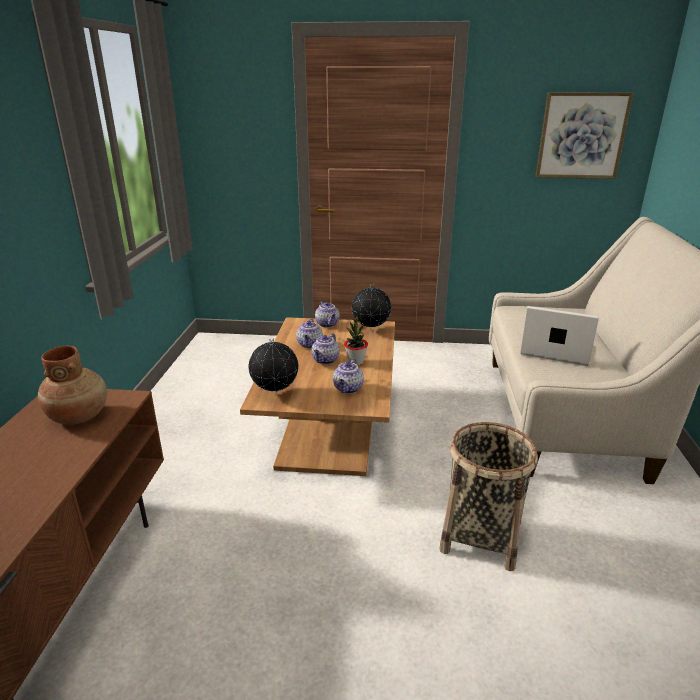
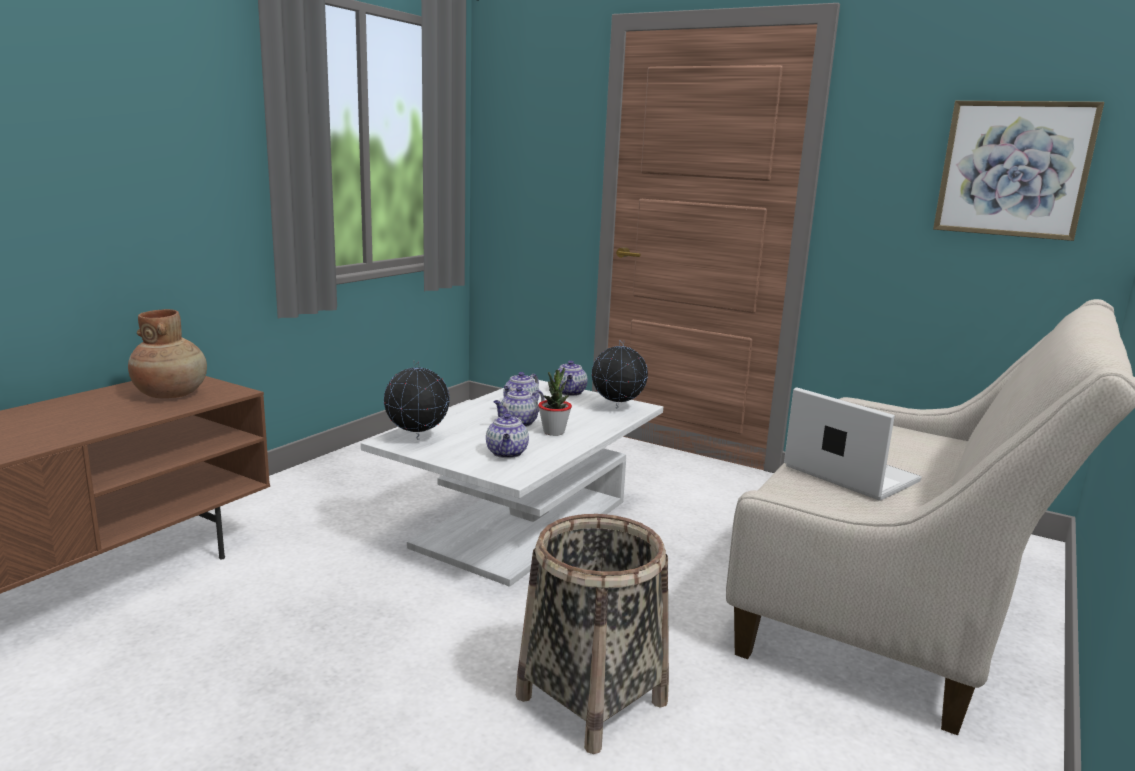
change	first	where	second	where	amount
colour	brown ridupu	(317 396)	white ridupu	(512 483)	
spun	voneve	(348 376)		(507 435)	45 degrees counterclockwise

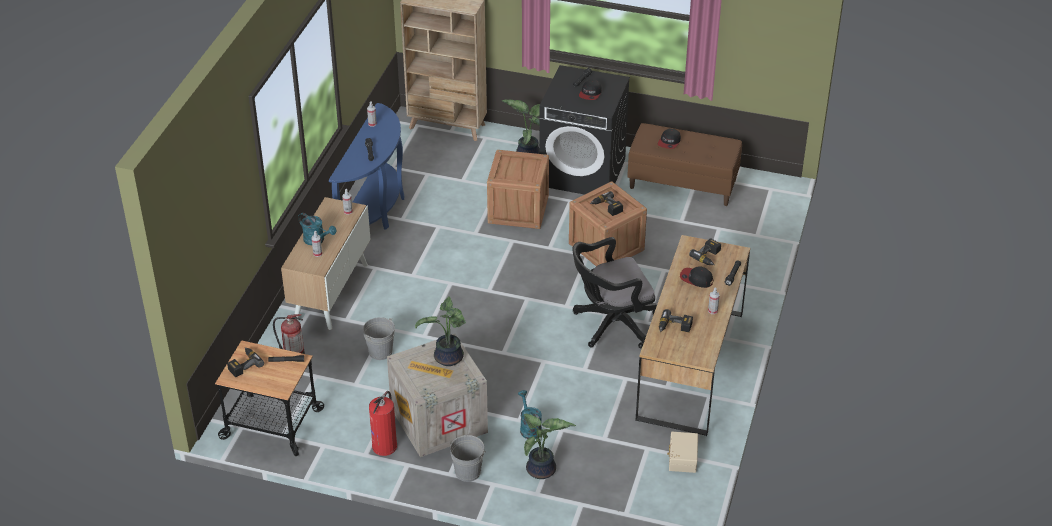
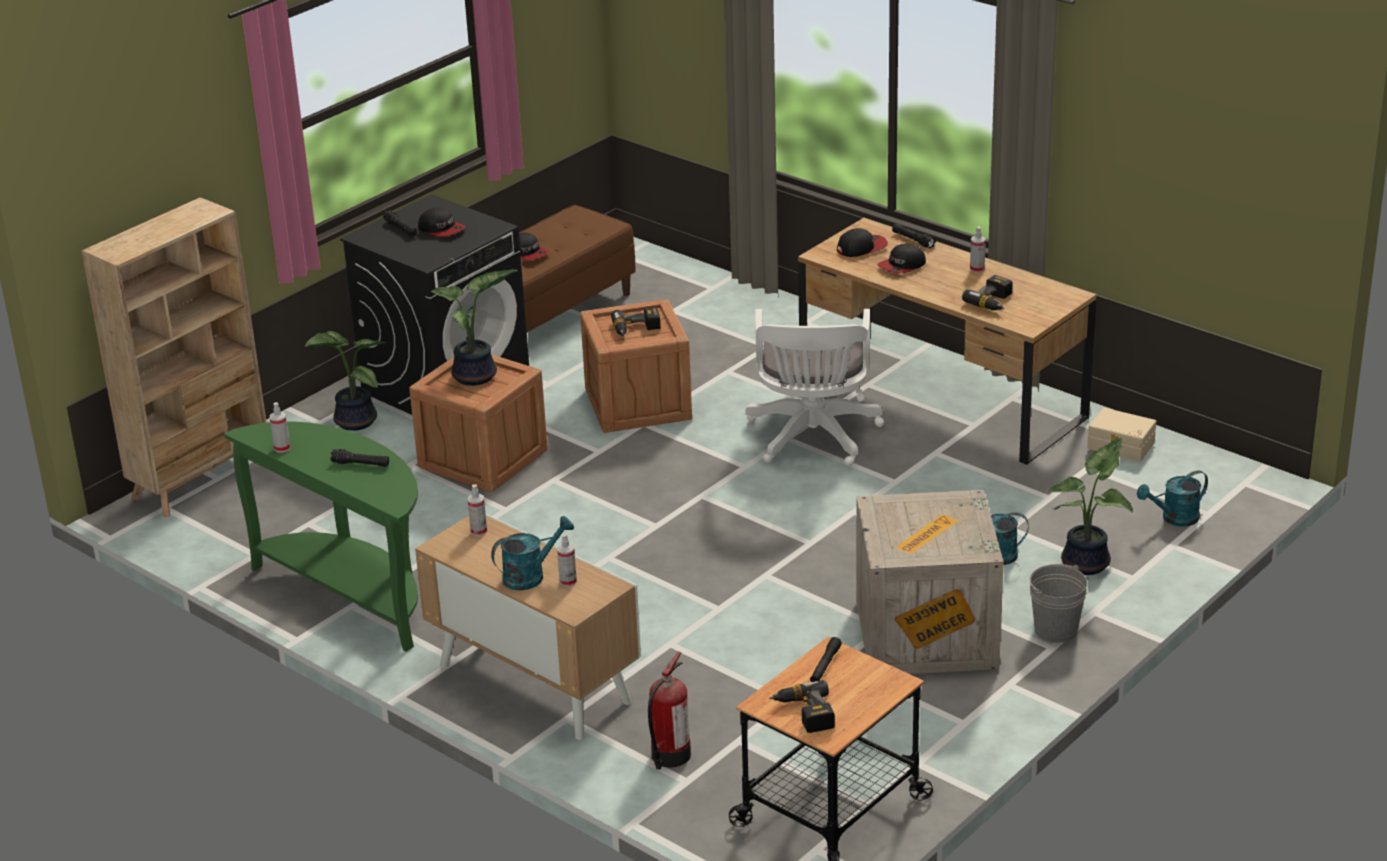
change	first	where	second	where	amount
colour	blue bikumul	(367 166)	green bikumul	(321 536)	
relocated	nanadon	(440 331)		(474 327)	
colour	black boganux	(614 293)	white boganux	(814 387)	
exchanged	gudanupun	(705 251)	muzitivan	(862 242)	
appeared			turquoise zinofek	(1172 498)	
missing	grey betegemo	(379 338)			
missing	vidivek	(383 423)			

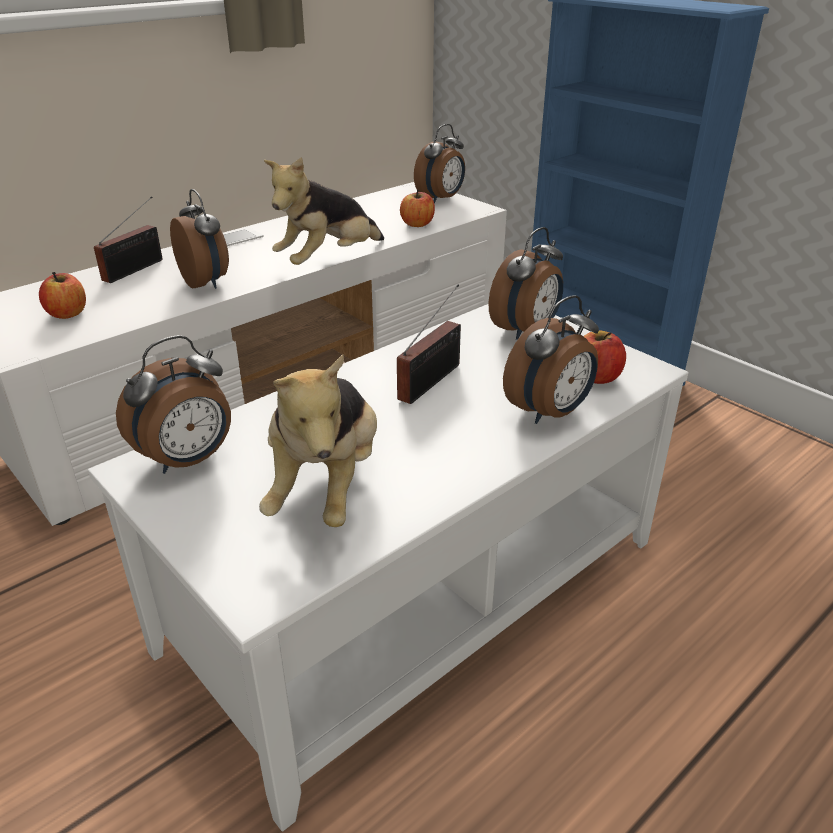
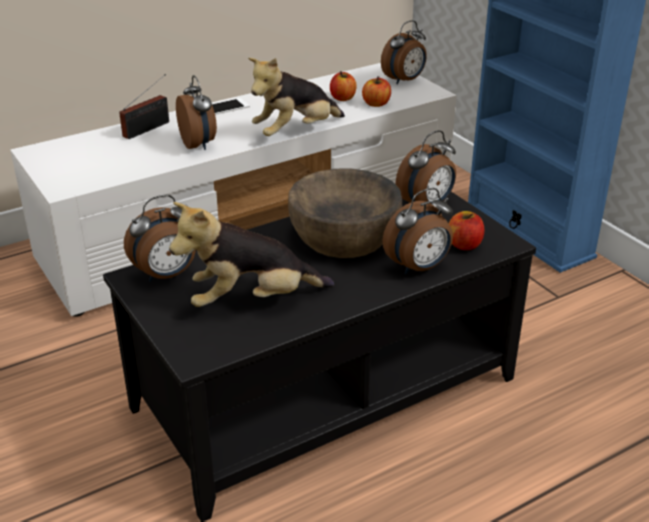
change	first	where	second	where	amount
colour	white ridupu	(388 568)	black ridupu	(319 357)	
spun	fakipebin	(318 440)		(251 254)	60 degrees clockwise
exchanged	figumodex	(429 344)	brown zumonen	(345 213)	
relocated	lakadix	(62 295)		(343 86)	

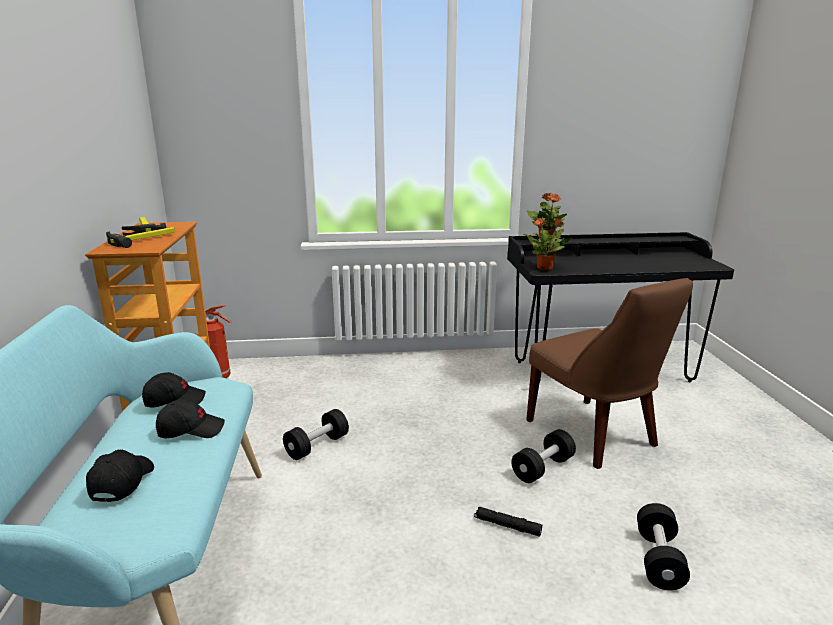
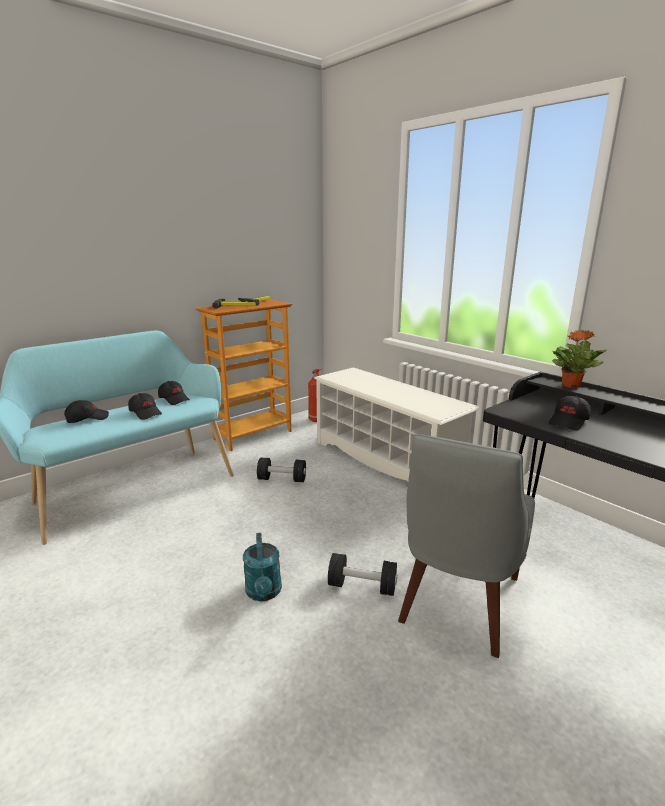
change	first	where	second	where	amount
exchanged	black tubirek	(508 522)	turquoise zinofek	(262 567)	
appeared			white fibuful	(397 424)	
colour	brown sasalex	(609 373)	grey sasalex	(466 546)	
appeared			black muzitivan	(569 413)	
missing	nanadon	(548 243)			
missing	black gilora	(663 546)			

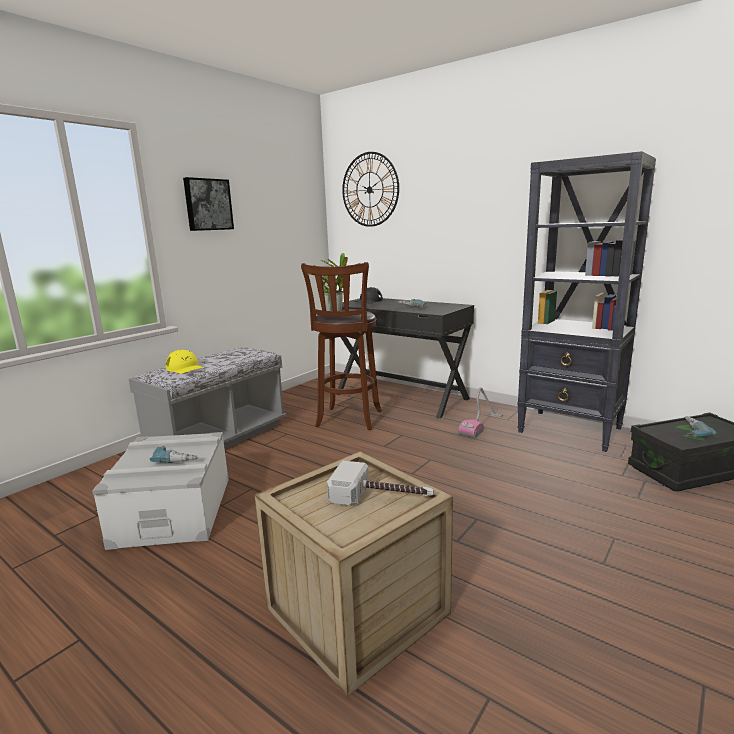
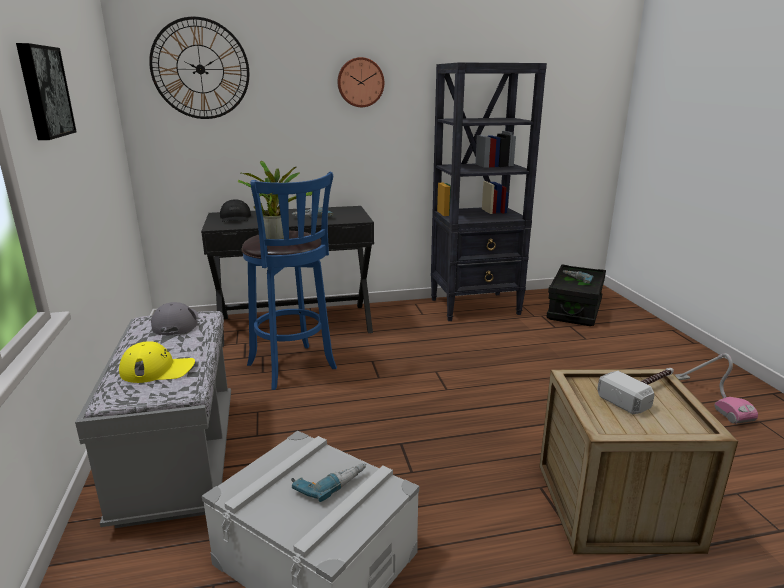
change	first	where	second	where	amount
appeared			grey muzitivan	(174 318)	
colour	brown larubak	(341 346)	blue larubak	(289 281)	
appeared			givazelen	(360 82)	
relocated	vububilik	(480 412)		(716 388)	

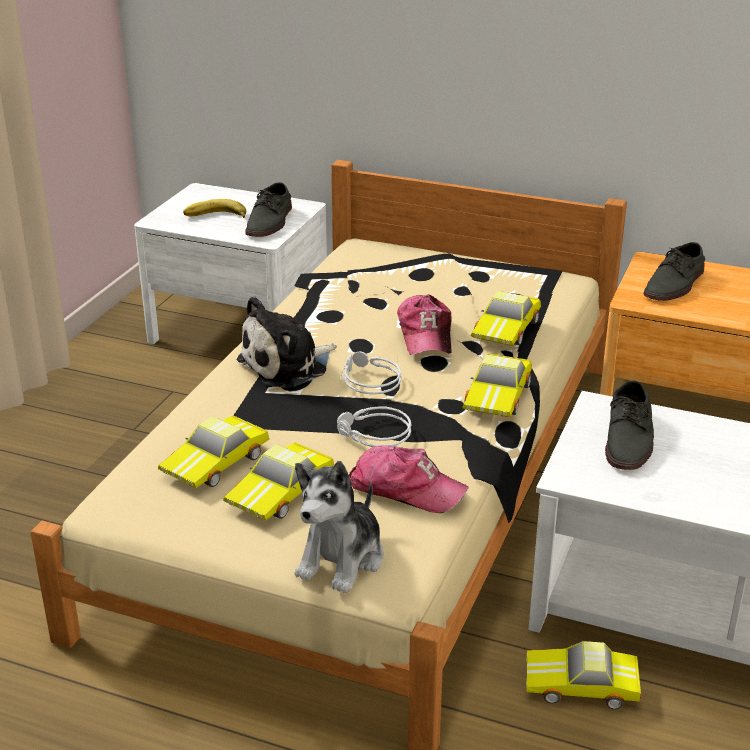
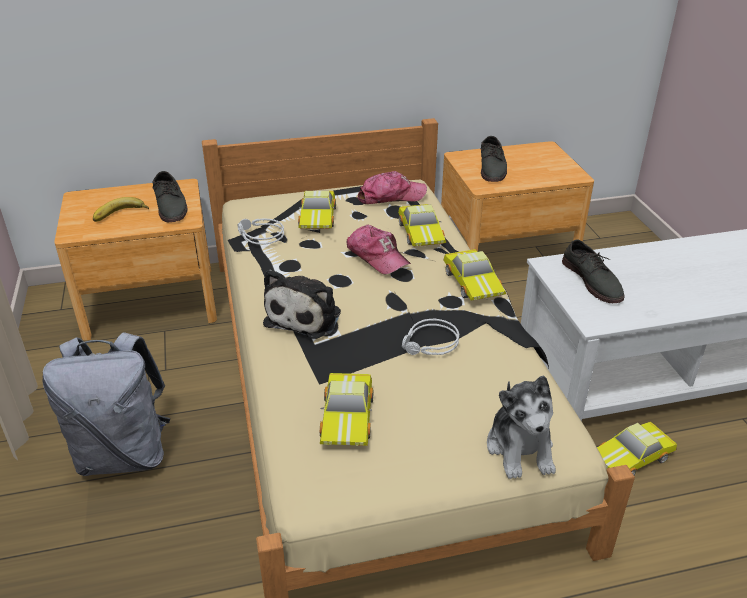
change	first	where	second	where	amount
appeared			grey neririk	(106 404)	
colour	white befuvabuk	(230 263)	brown befuvabuk	(135 259)	
relocated	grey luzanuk	(370 372)		(261 231)	
relocated	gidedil	(278 481)		(317 210)	
relocated	muzitivan	(408 479)		(392 187)	

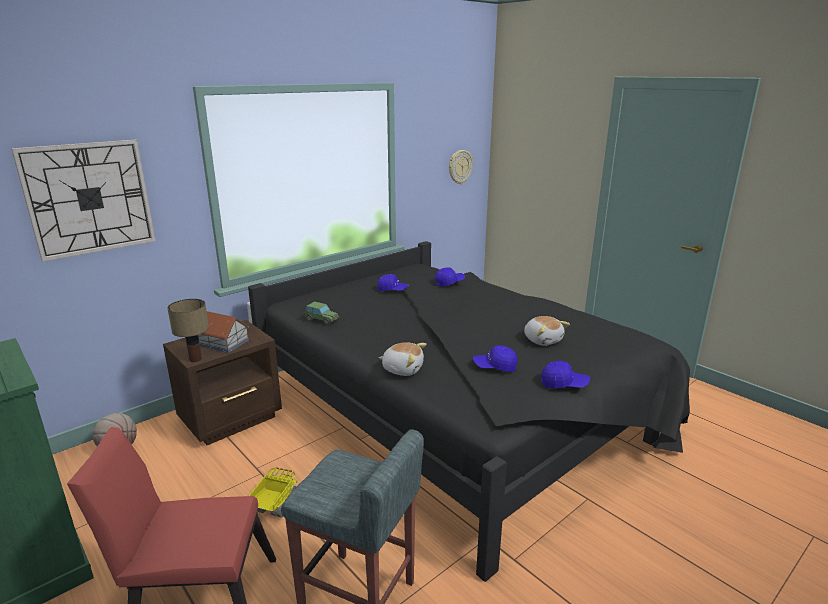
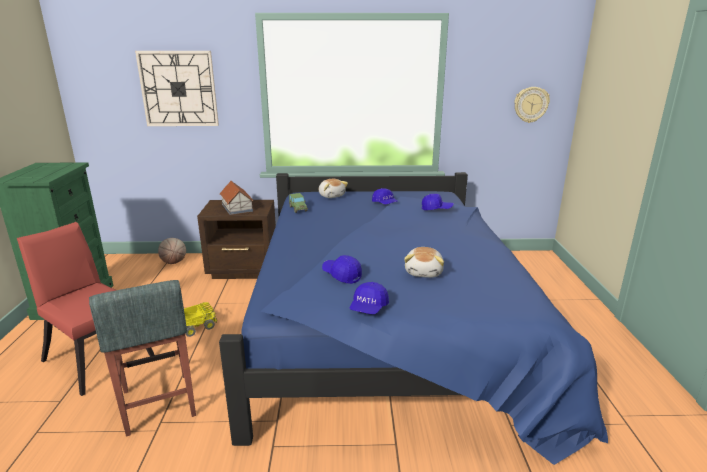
change	first	where	second	where	amount
colour	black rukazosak	(469 411)	blue rukazosak	(413 318)	
relocated	fakipebin	(403 359)		(333 188)	
spun	blue muzitivan	(565 374)		(369 298)	60 degrees clockwise
missing	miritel	(188 330)			

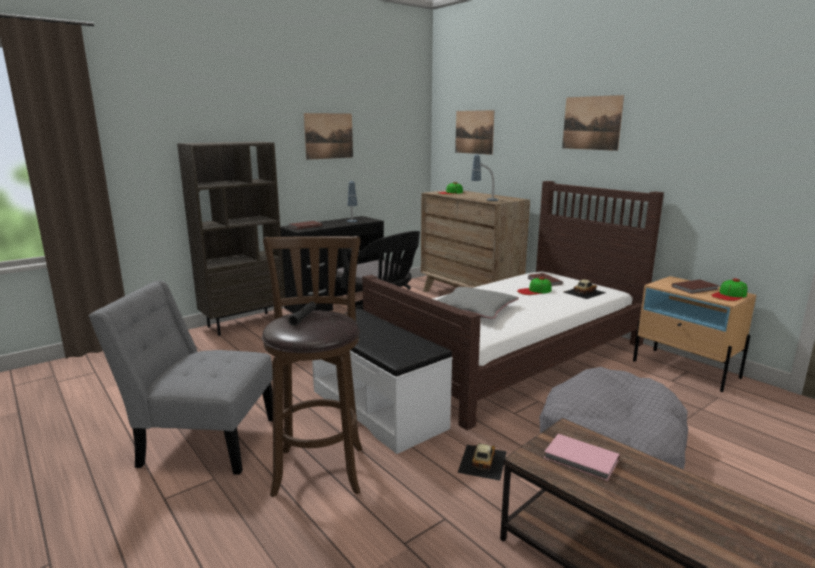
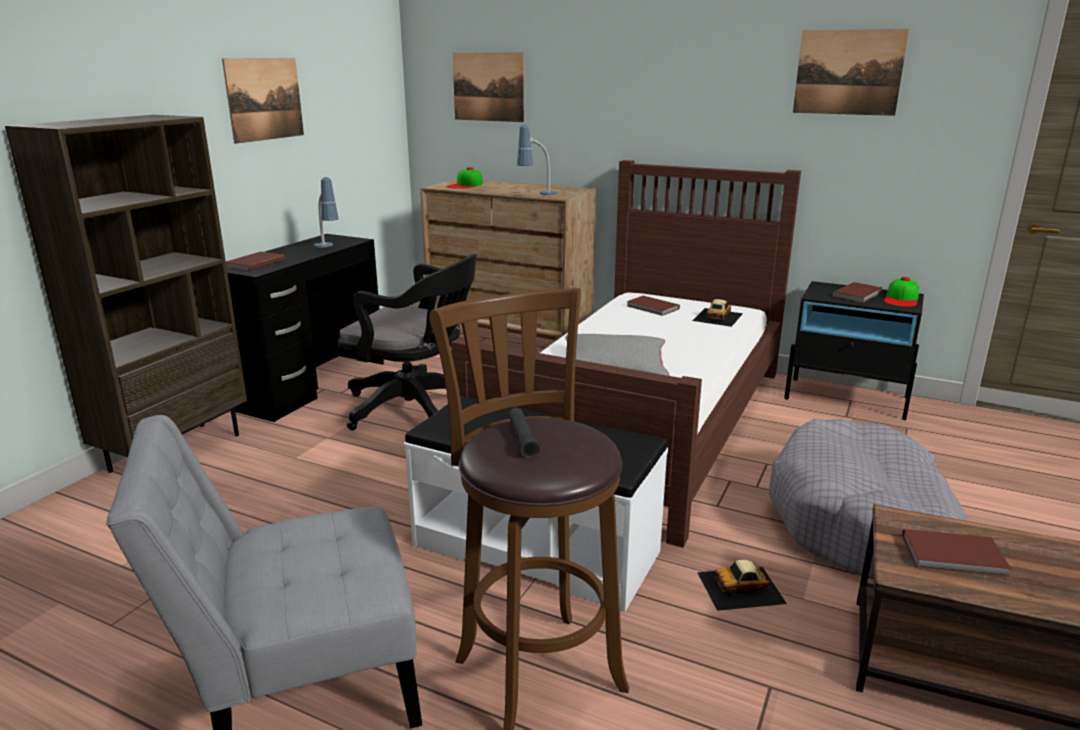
change	first	where	second	where	amount
spun	gidedil	(482 462)		(742 585)	90 degrees counterclockwise
colour	beige befuvabuk	(694 334)	black befuvabuk	(854 350)	
relocated	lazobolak	(593 123)		(851 72)	
colour	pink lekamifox	(582 457)	brown lekamifox	(956 553)	
missing	muzitivan	(534 286)			

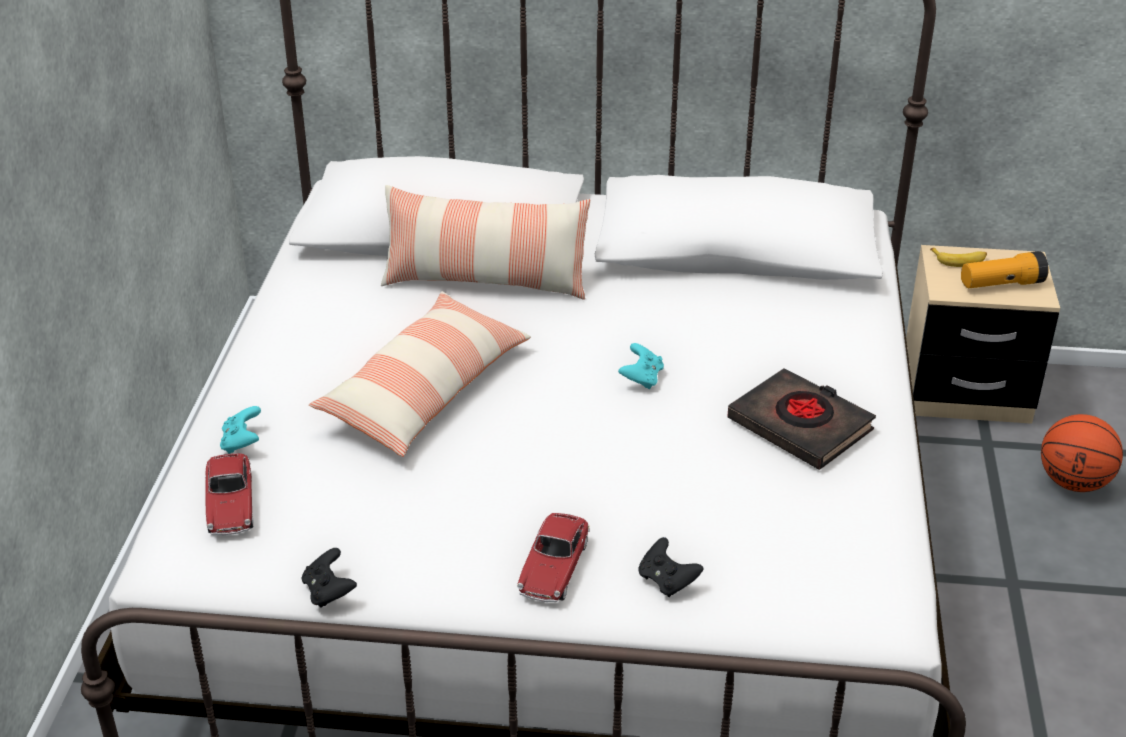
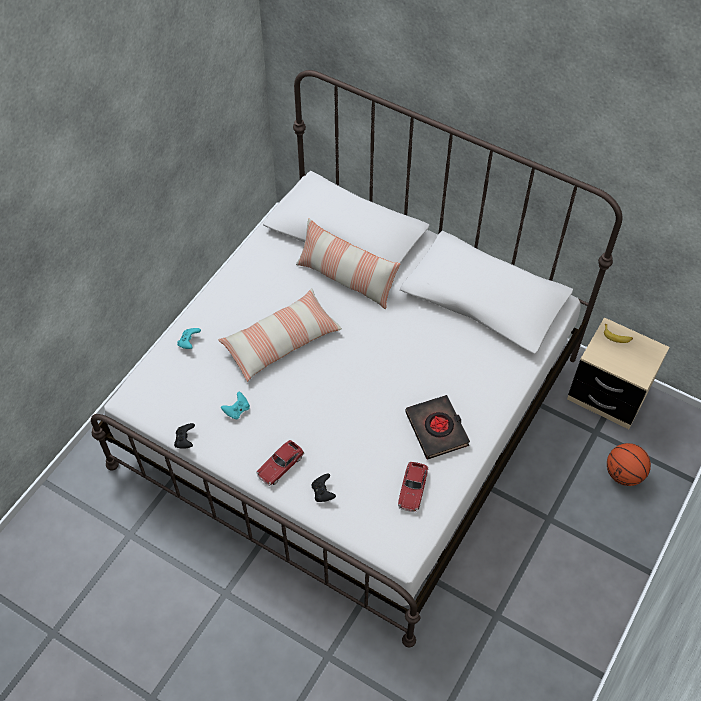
change	first	where	second	where	amount
relocated	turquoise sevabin	(641 366)		(235 405)	
relocated	gidedil	(229 494)		(413 487)	
missing	tubirek	(1005 269)			

